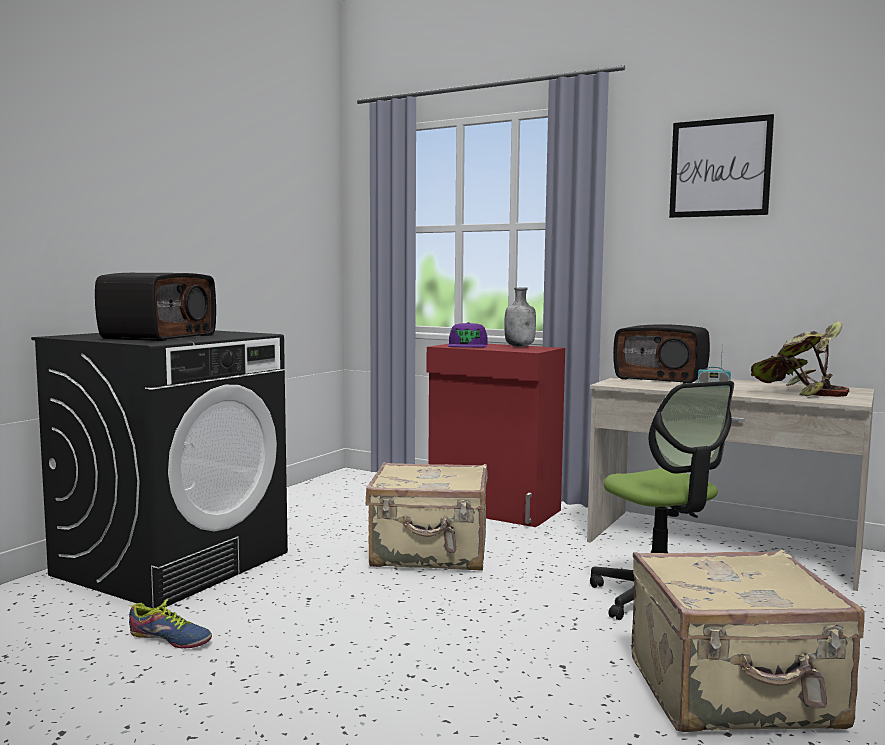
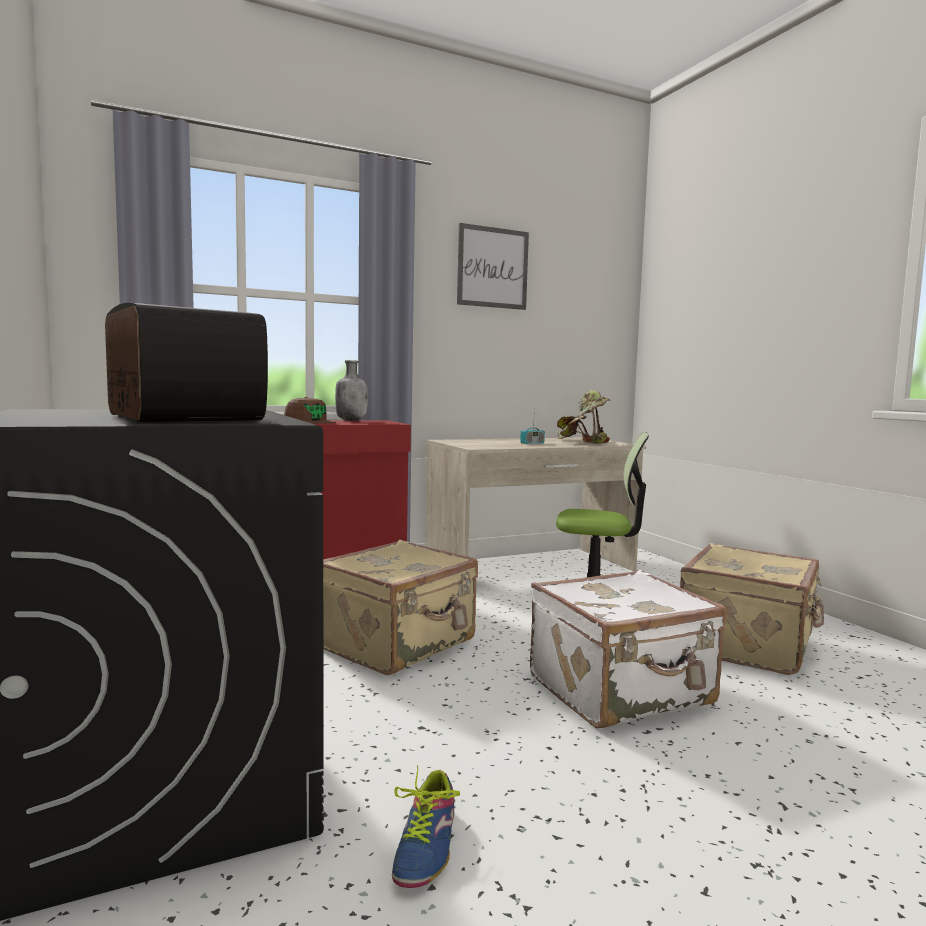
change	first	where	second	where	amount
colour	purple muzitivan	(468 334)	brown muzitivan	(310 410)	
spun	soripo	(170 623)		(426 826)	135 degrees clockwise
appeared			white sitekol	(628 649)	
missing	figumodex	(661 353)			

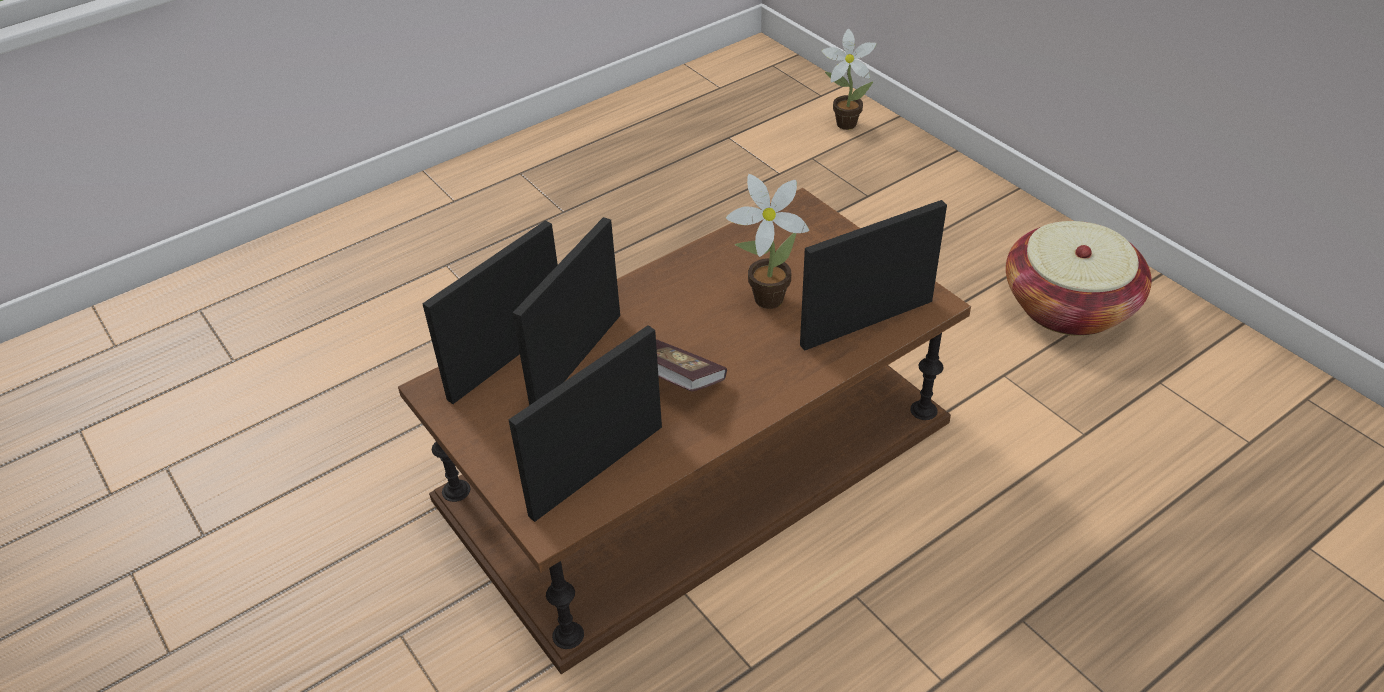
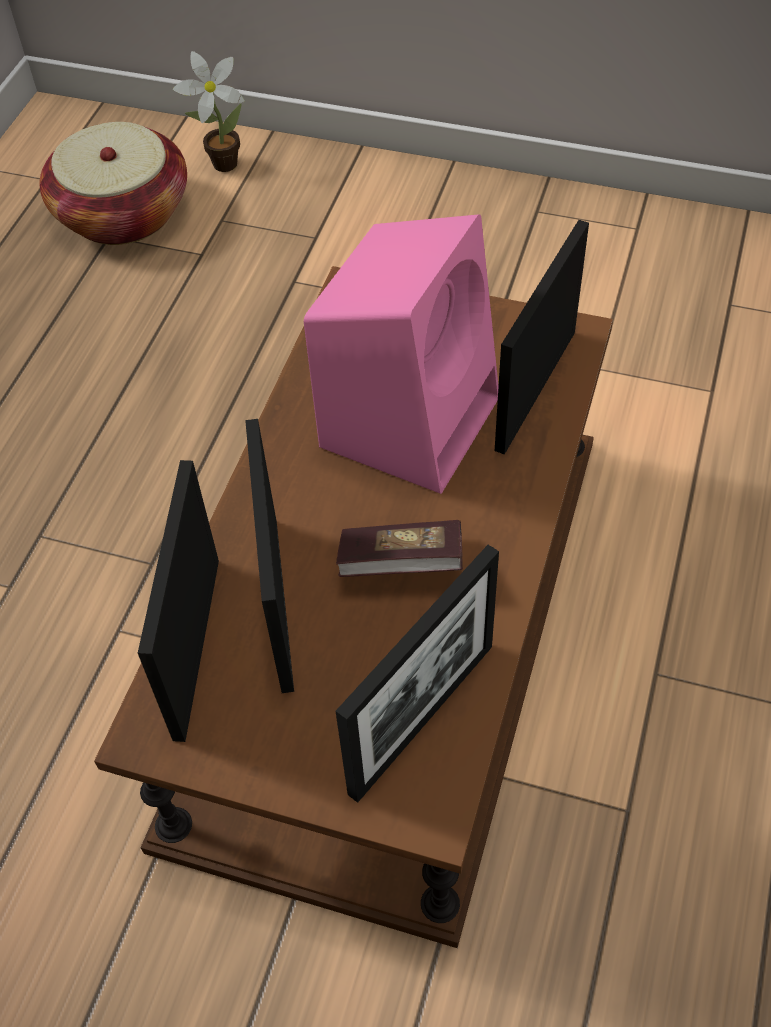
change	first	where	second	where	amount
relocated	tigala	(1079 278)		(113 183)	
exchanged	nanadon	(767 241)	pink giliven	(401 354)	
spun	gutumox	(585 423)		(417 674)	150 degrees counterclockwise

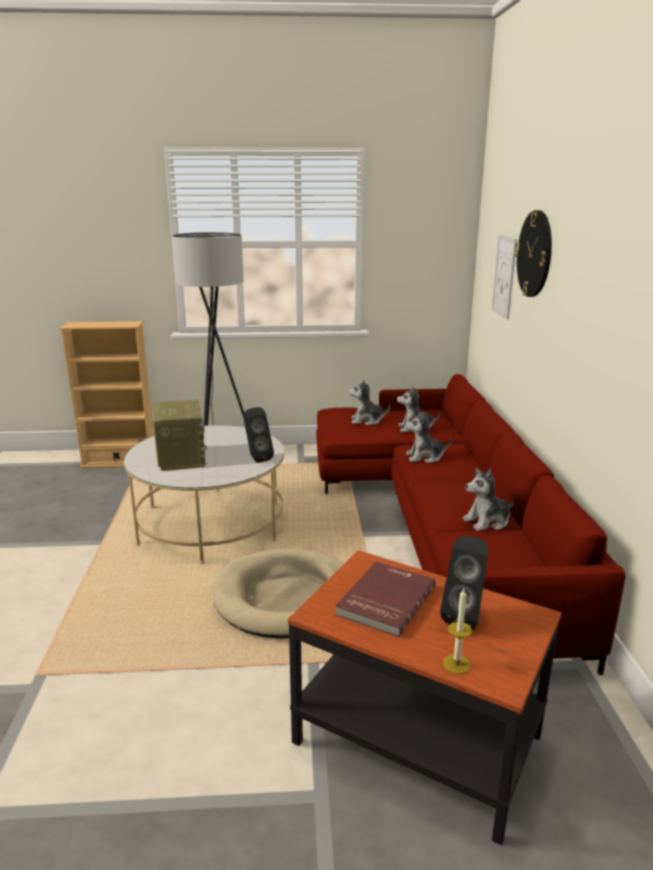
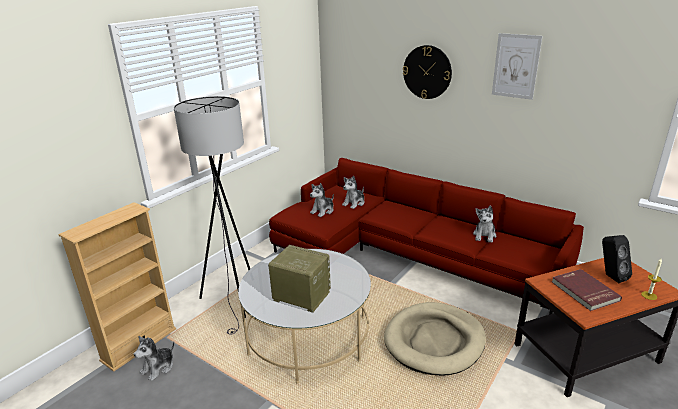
change	first	where	second	where	amount
relocated	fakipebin	(428 437)		(154 358)	
relocated	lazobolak	(504 277)		(517 66)	
missing	black giliven	(258 435)			

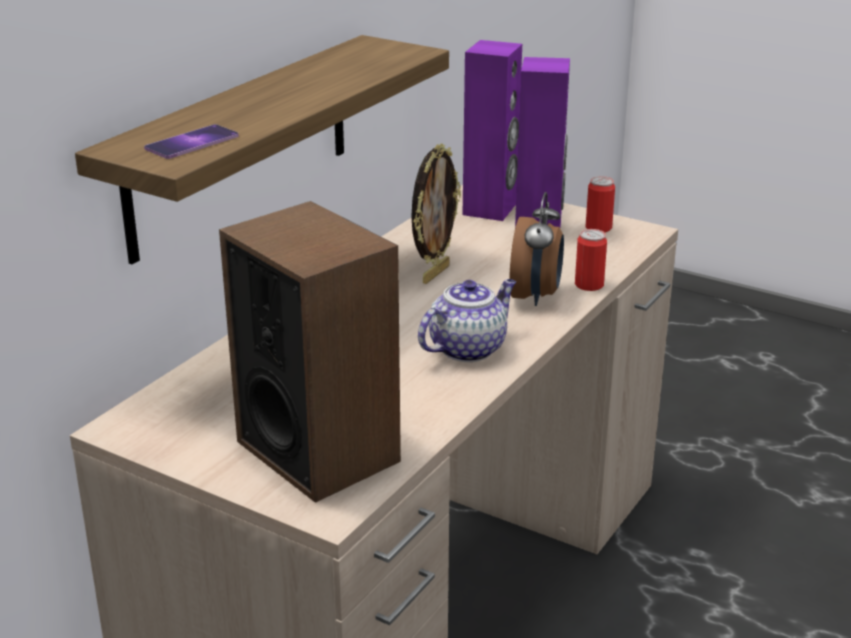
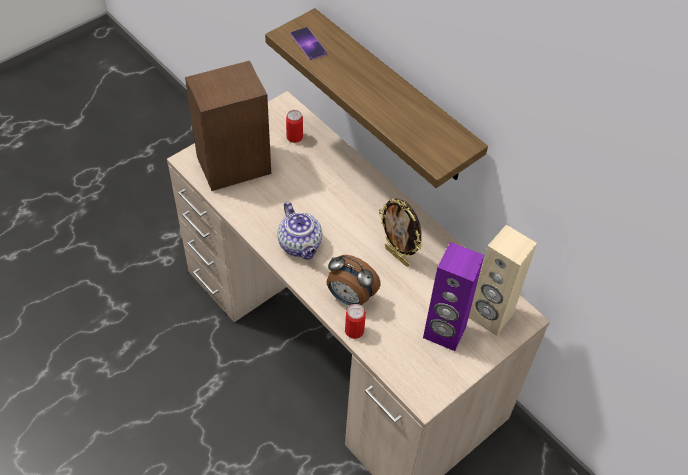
change	first	where	second	where	amount
relocated	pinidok	(600 204)		(294 126)	
colour	purple giliven	(492 130)	beige giliven	(503 280)	

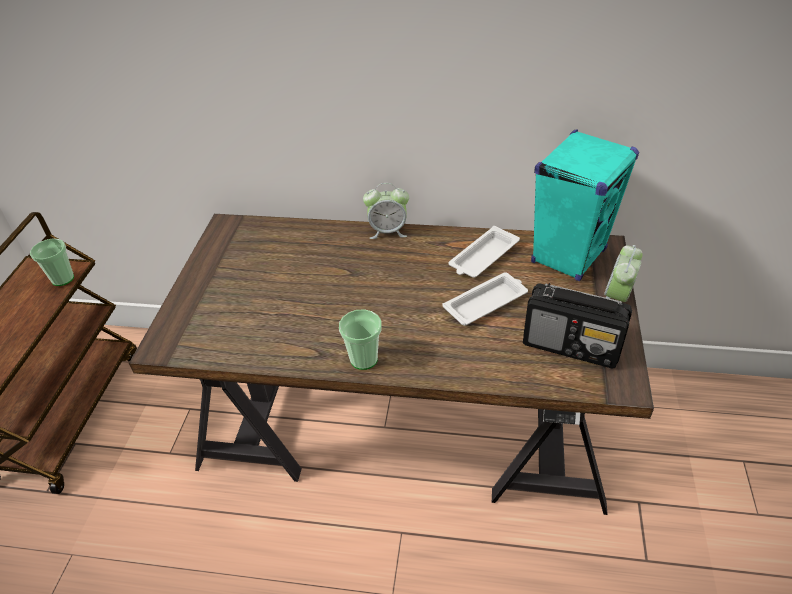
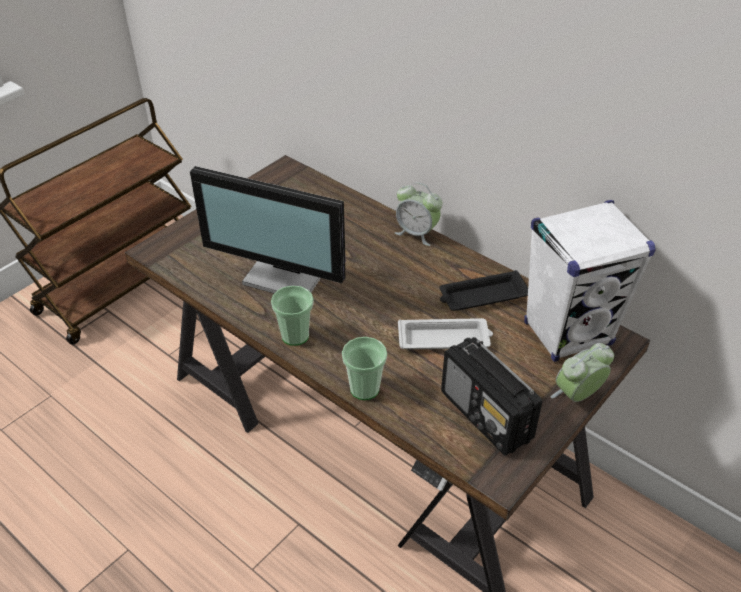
change	first	where	second	where	amount
appeared			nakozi	(267 229)	
relocated	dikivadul	(52 262)		(364 368)	
colour	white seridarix	(484 252)	black seridarix	(484 290)	
colour	turquoise giliven	(585 205)	white giliven	(590 281)	

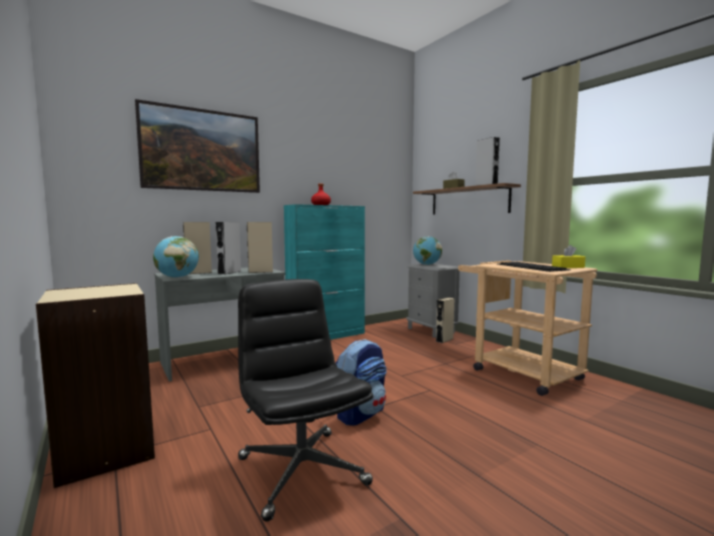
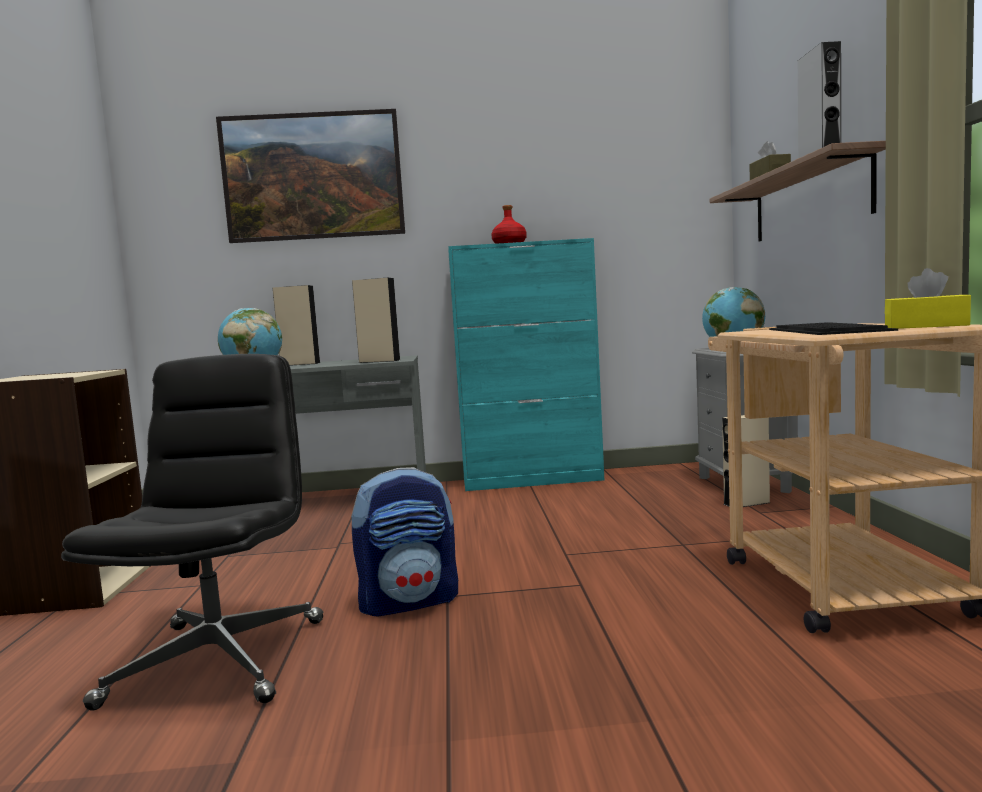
change	first	where	second	where	amount
missing	grey giliven	(228 248)			

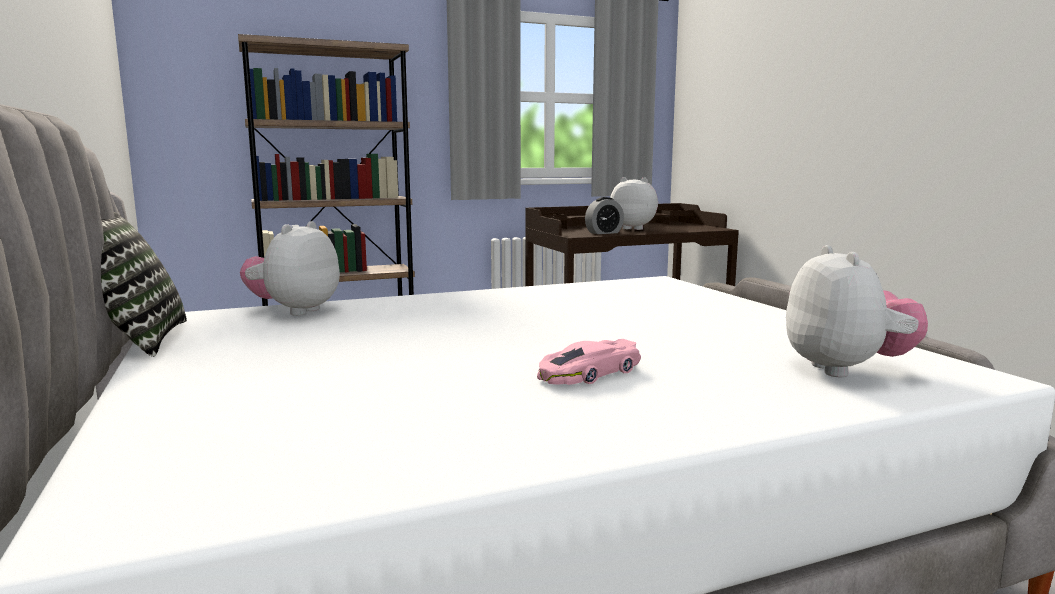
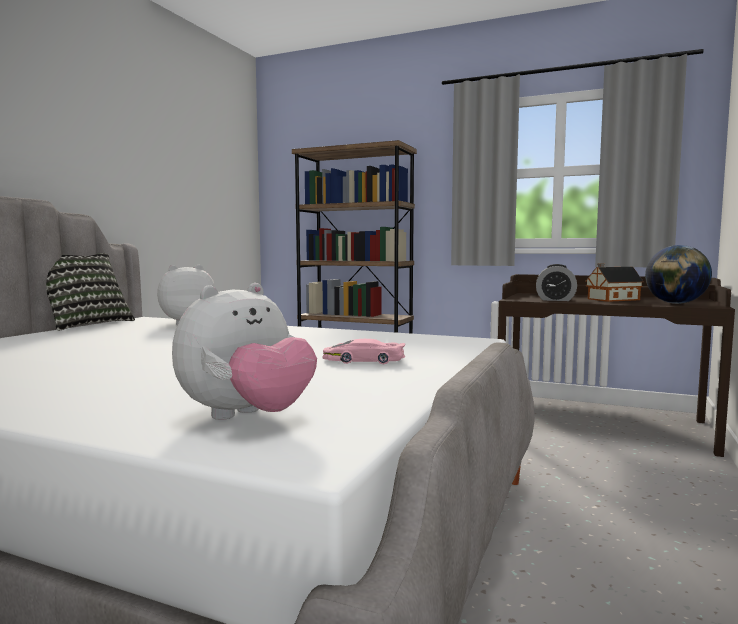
change	first	where	second	where	amount
relocated	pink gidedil	(589 362)		(363 351)	
exchanged	fakipebin	(634 203)	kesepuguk	(614 283)	
appeared			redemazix	(678 274)	

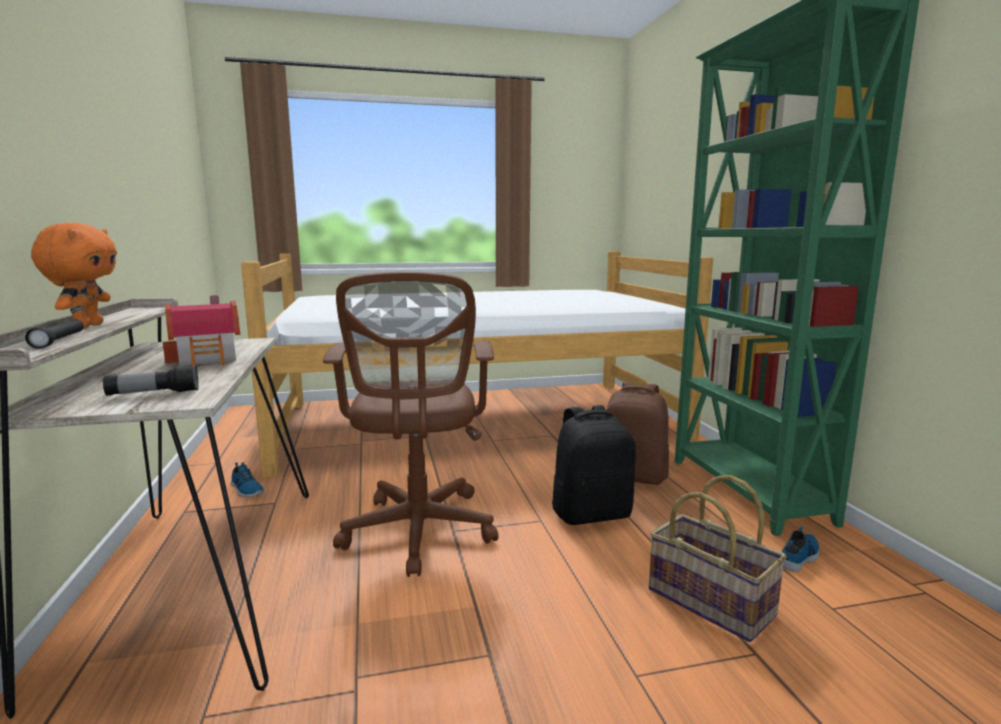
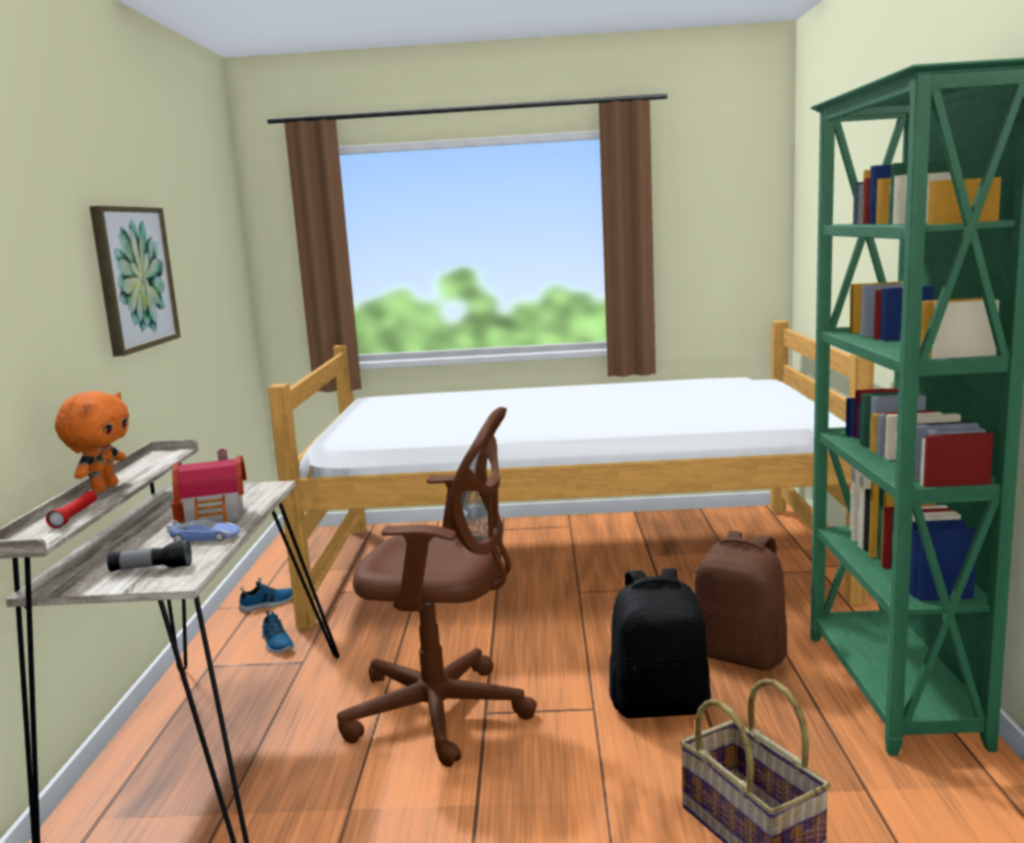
change	first	where	second	where	amount
colour	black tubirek	(54 334)	red tubirek	(71 510)	
appeared			lazobolak	(135 280)	
appeared			gidedil	(203 531)	
relocated	soripo	(800 549)		(266 595)	
spun	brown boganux	(411 424)		(437 587)	90 degrees counterclockwise

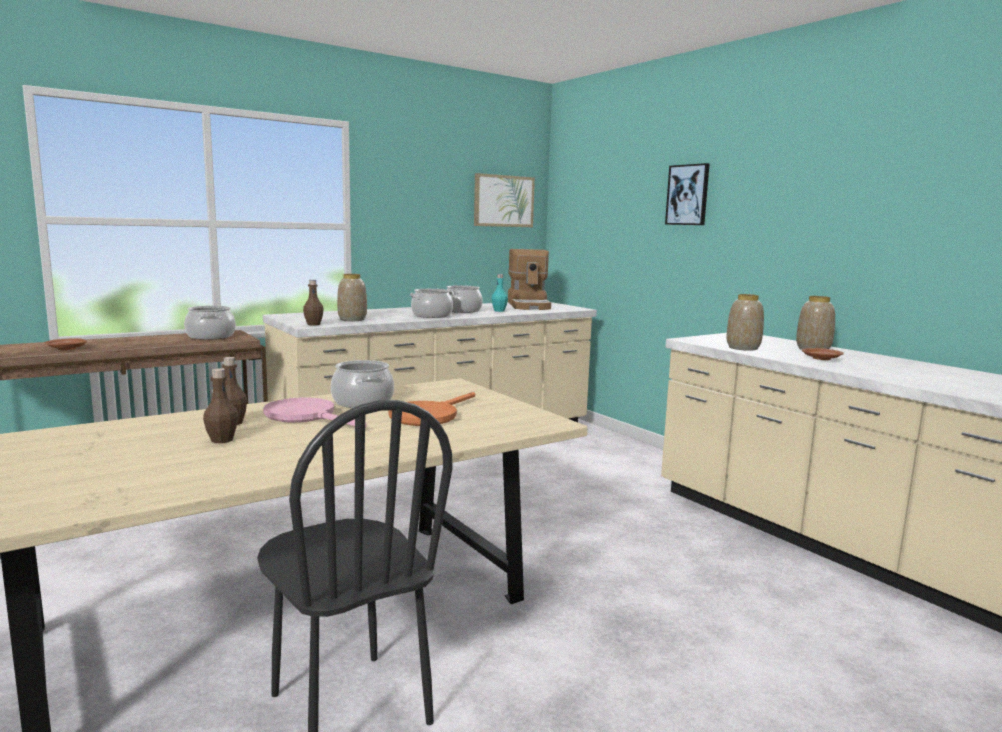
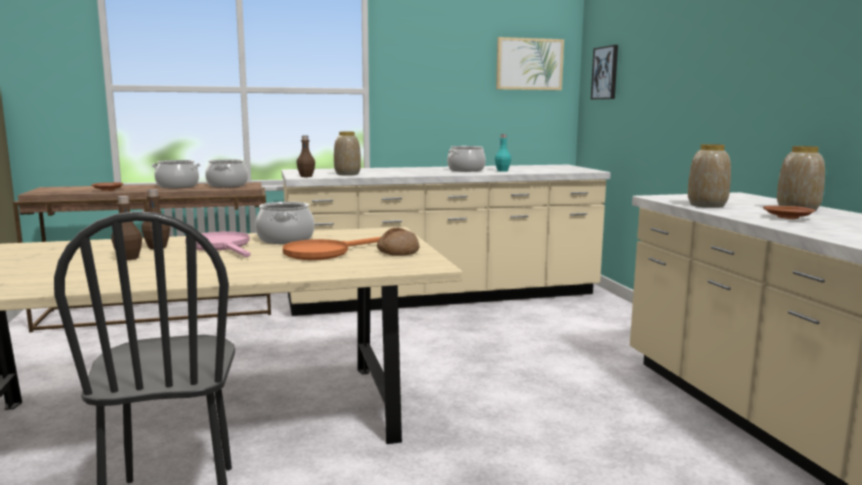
change	first	where	second	where	amount
relocated	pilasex	(432 303)		(176 174)	
appeared			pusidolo	(398 241)	
relocated	lazobolak	(687 194)		(604 72)	
missing	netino	(529 279)			

